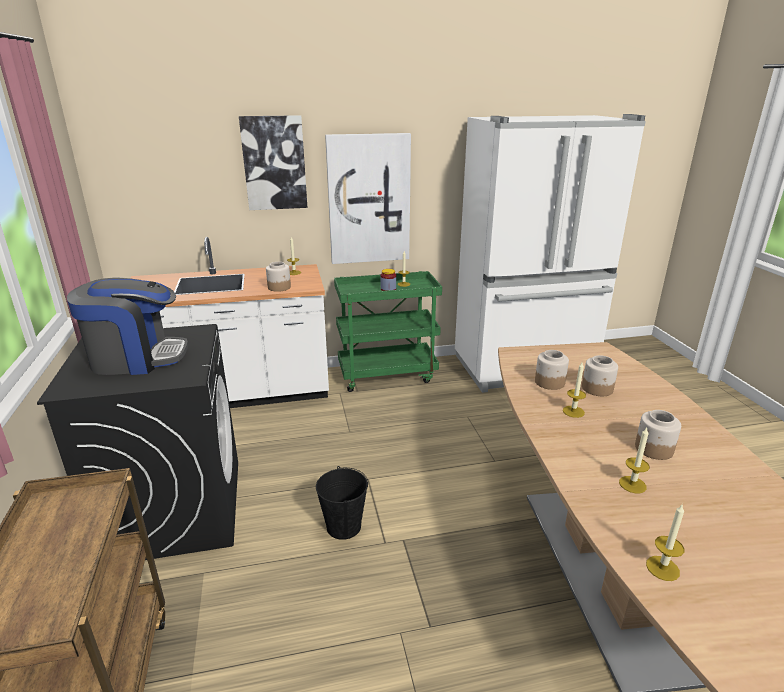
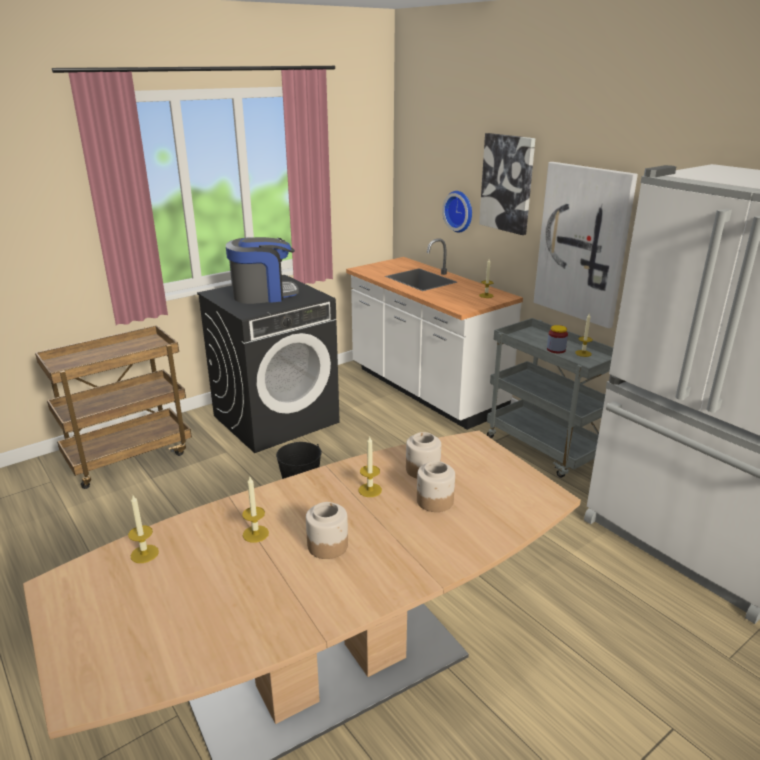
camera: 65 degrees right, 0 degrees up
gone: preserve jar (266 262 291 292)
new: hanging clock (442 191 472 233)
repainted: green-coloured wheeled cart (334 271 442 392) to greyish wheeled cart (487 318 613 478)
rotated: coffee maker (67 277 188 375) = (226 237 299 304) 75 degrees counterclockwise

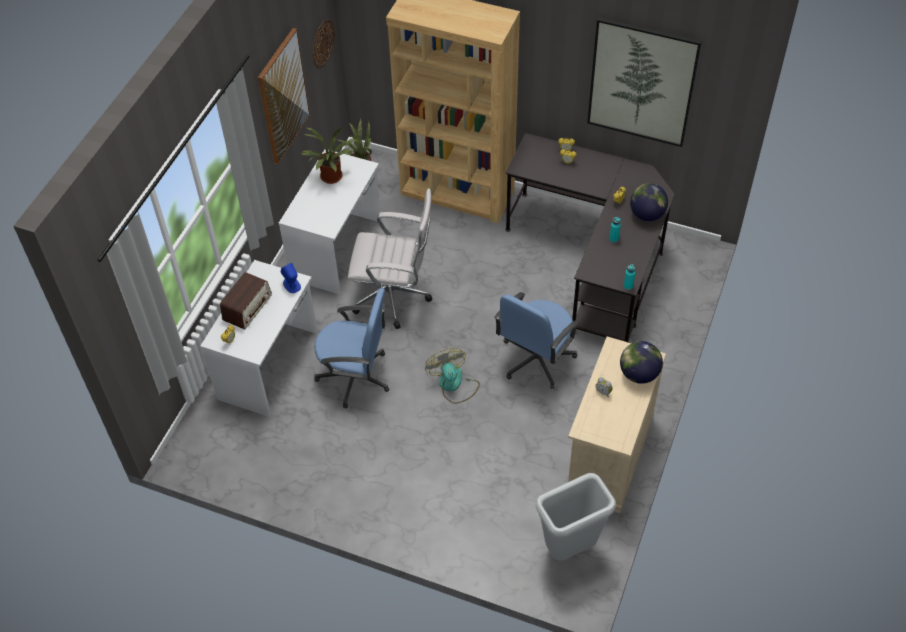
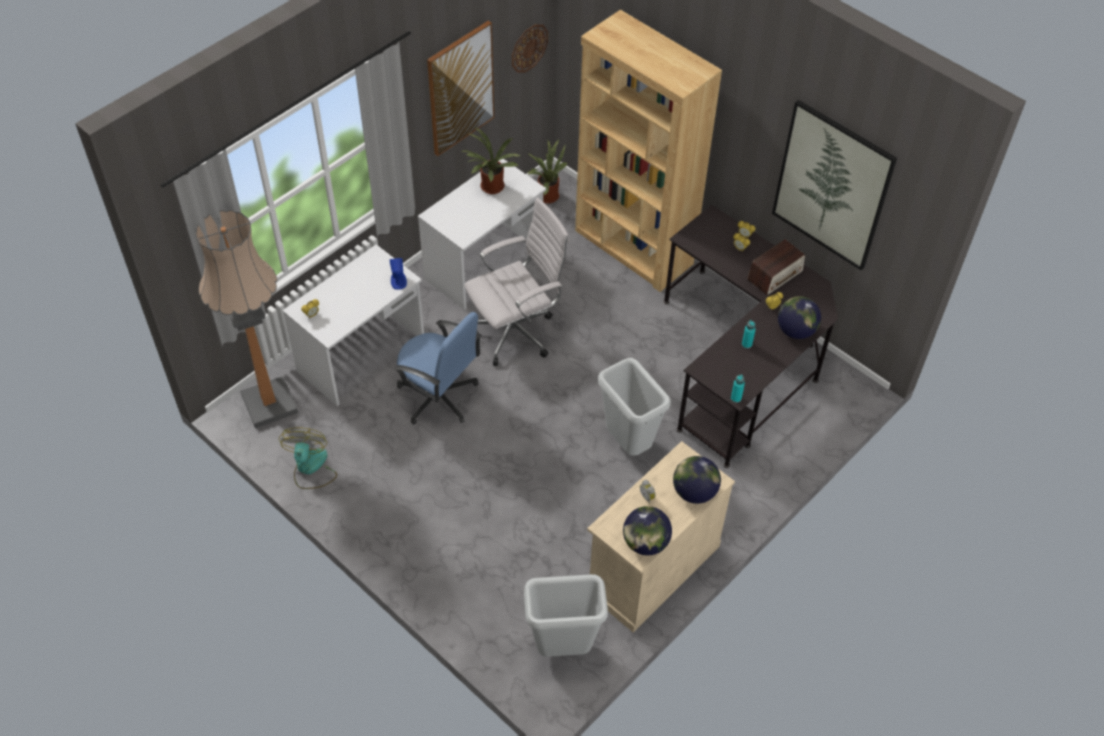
camera: 20 degrees right, 0 degrees up
new: standard lamp (195 210 298 428); desk globe (623 506 672 555)
shifted: electric fan (425 348 480 404) to (279 428 337 489); radio receiver (220 272 272 330) to (747 239 805 295)
swapped: blue-coloured computer chair (494 292 580 389) to greyish waste bin (598 358 671 456)
rotated: white-coloured computer chair (348 189 432 329) = (464 197 569 366) 60 degrees counterclockwise

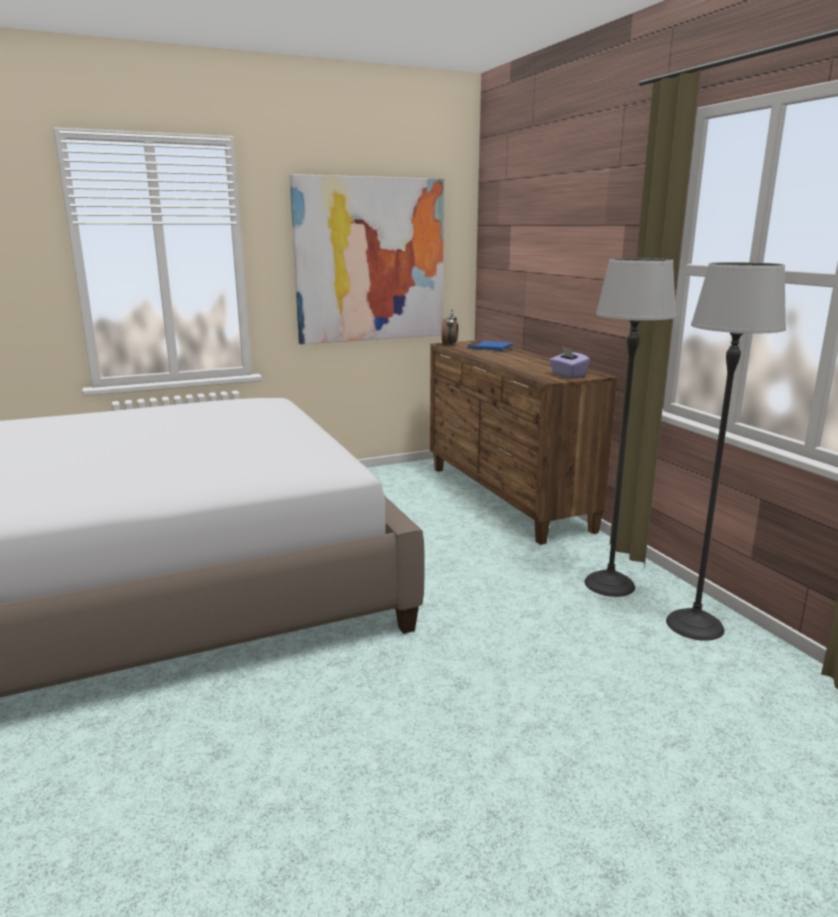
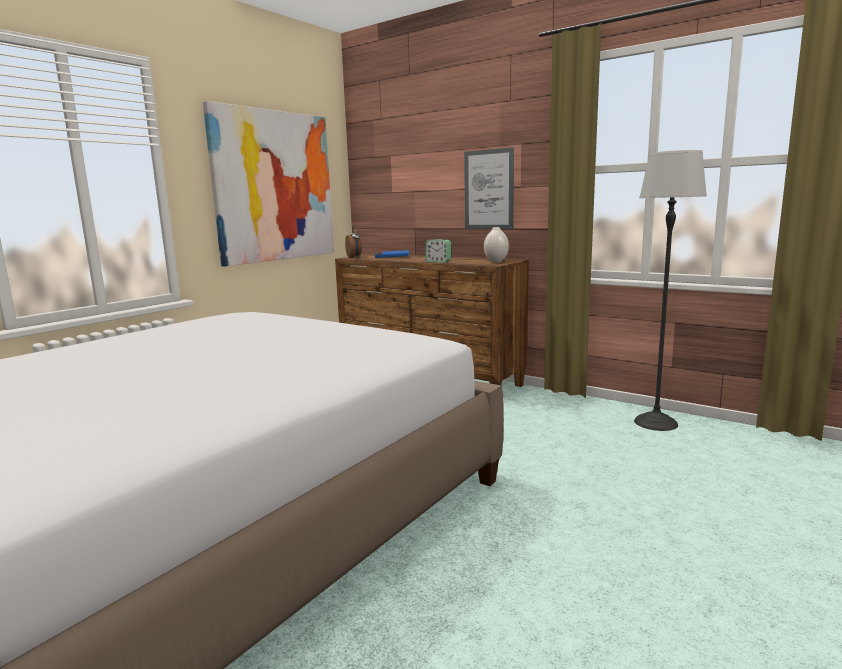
camera: 30 degrees left, 5 degrees down
gone: standard lamp (585 258 676 597)
new: alarm clock (425 239 451 262); wall art (464 147 514 229)
swapped: purple box of tissues (549 346 590 378) to white-coloured decorative vase (484 227 509 262)

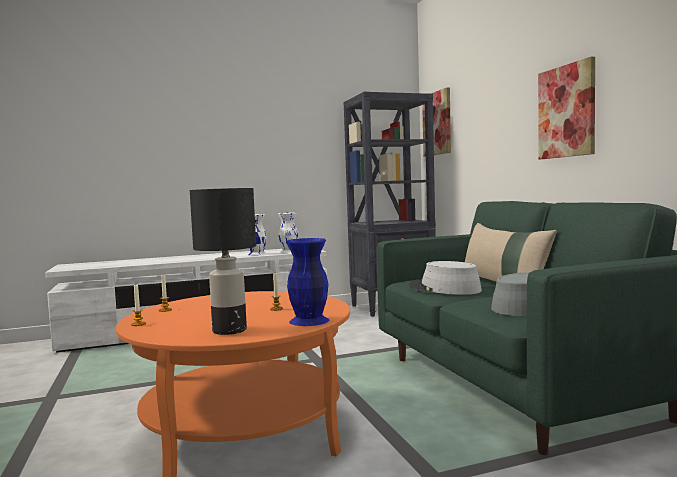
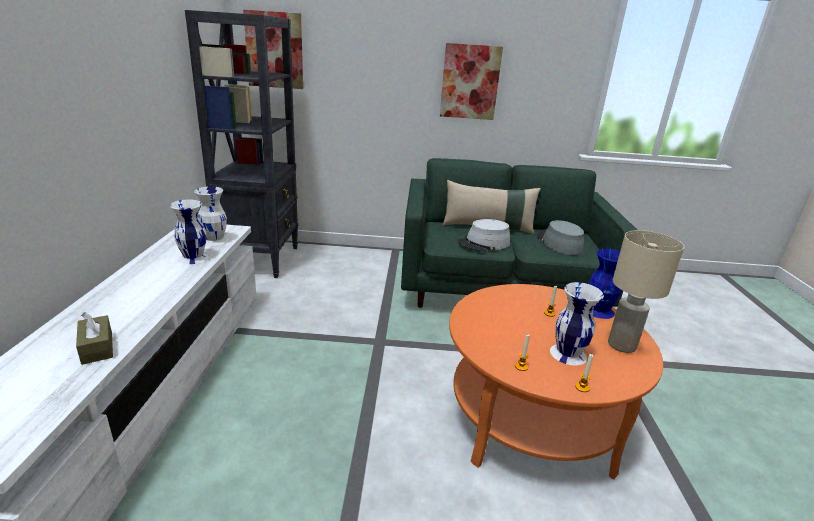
camera: 70 degrees left, 20 degrees up
new: brown box of tissues (76 312 113 365); white-coloured decorative vase (550 282 604 365)
repainted: blackish tabletop lamp (190 188 256 335) to sand-coloured tabletop lamp (608 230 684 353)

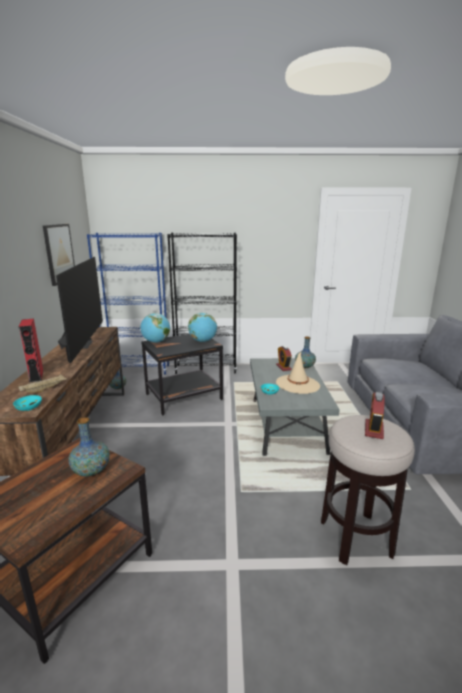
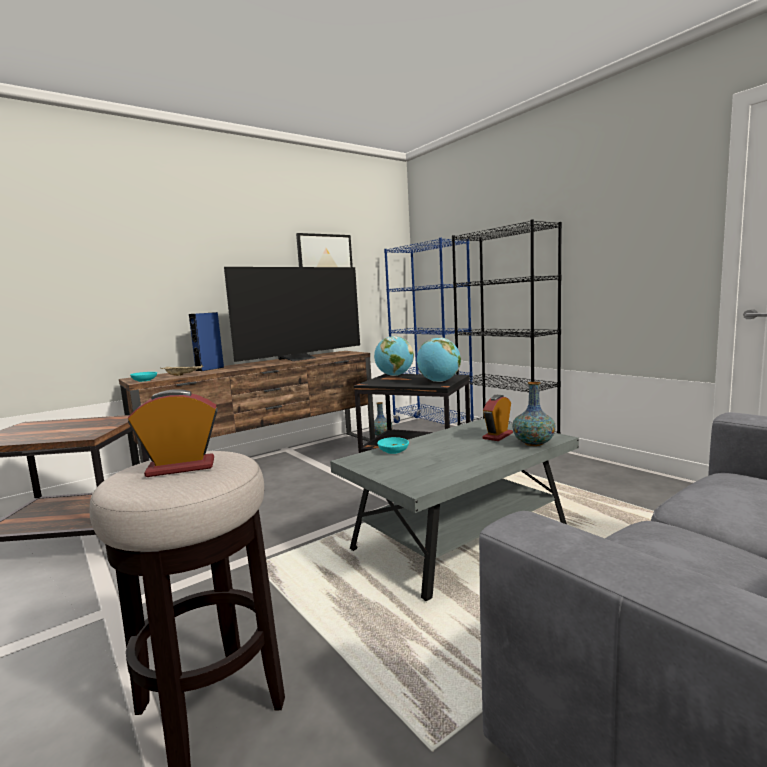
camera: 55 degrees right, 10 degrees down
gone: decorative vase (68 417 110 476); sand-coloured clothing hat (276 352 320 394)
repainted: red-coloured loudspeaker (19 319 43 383) to blue-coloured loudspeaker (189 312 225 372)

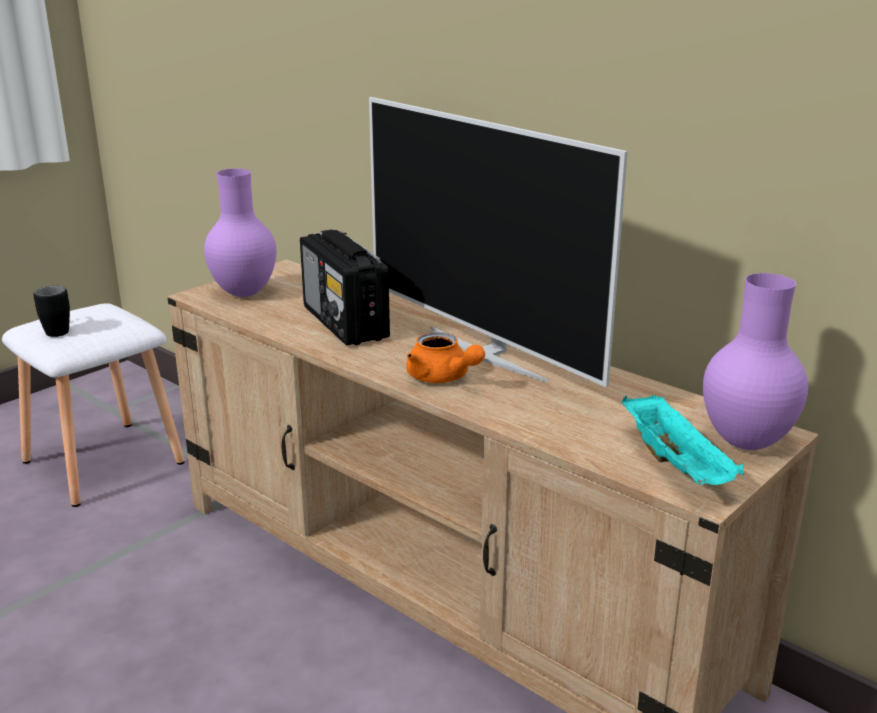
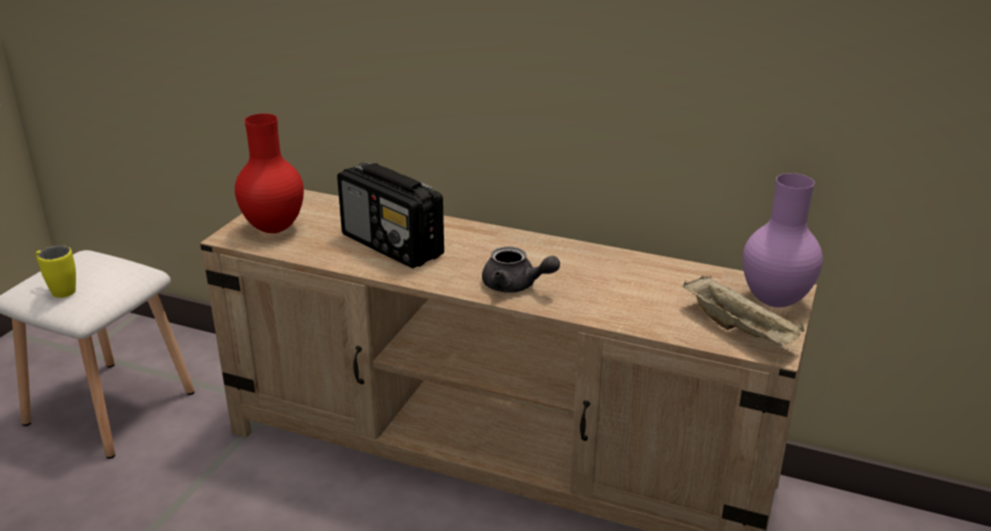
camera: 20 degrees left, 5 degrees up
gone: TV set (369 97 628 387)
repainted: blackish coffee mug (34 286 70 337) to yellow coffee mug (36 245 76 298); purple decorative vase (204 169 276 297) to red-coloured decorative vase (235 113 304 233); orangey teapot (406 332 485 383) to greyish teapot (482 247 560 292); turquoise carrying tray (621 395 744 485) to sand-coloured carrying tray (683 276 804 345)

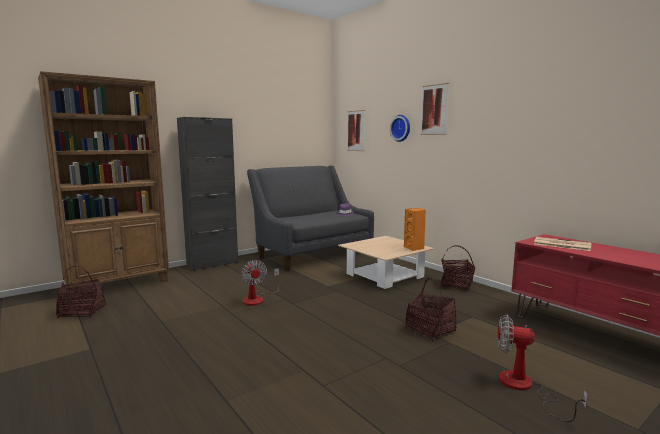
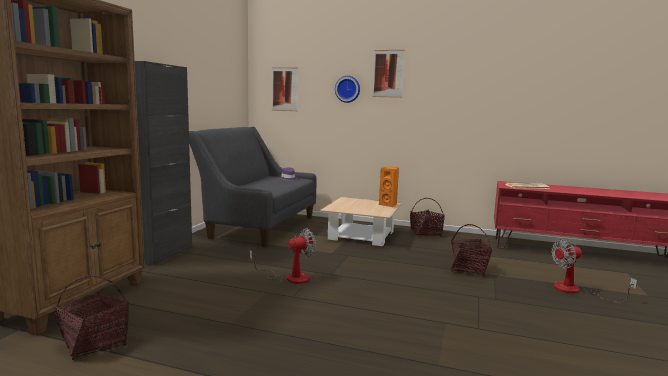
camera: 35 degrees left, 0 degrees up
rotated: electric fan (241 260 279 306) = (249 228 316 284) 60 degrees counterclockwise

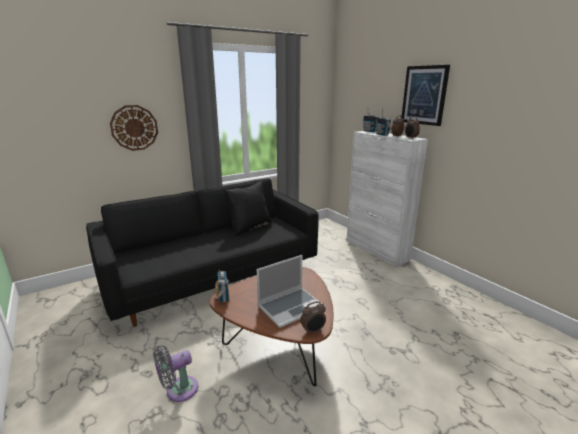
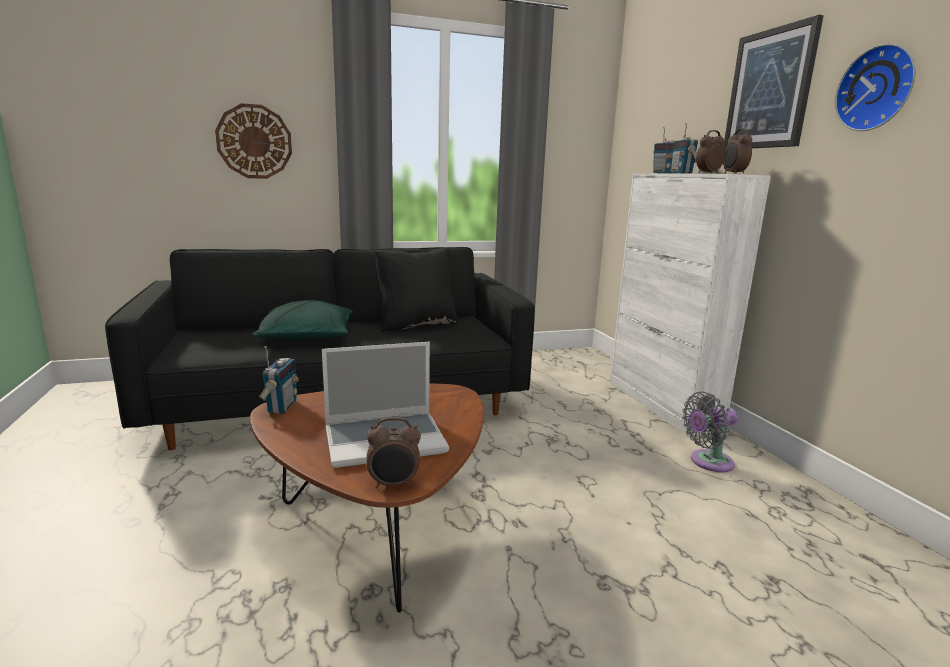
camera: 15 degrees right, 5 degrees down
new: green-coloured throw pillow (252 300 353 339); hanging clock (835 43 916 131)
shifted: greyish electric fan (153 345 198 402) to (682 392 738 473)

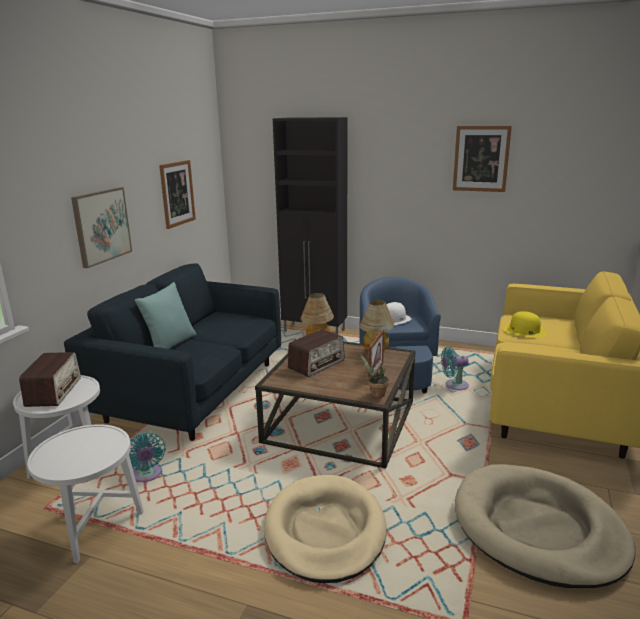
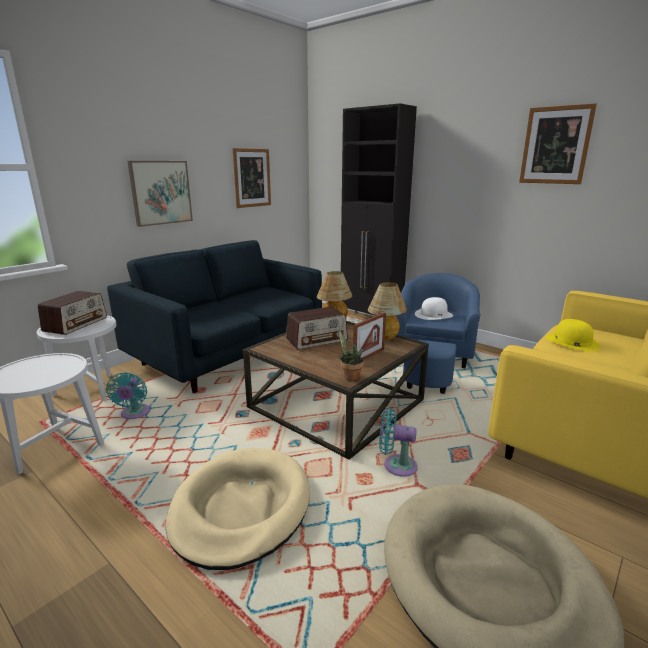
camera: 20 degrees right, 0 degrees up
gone: turquoise throw pillow (135 282 196 349)
shifted: turquoise electric fan (441 347 469 390) to (379 408 418 477)

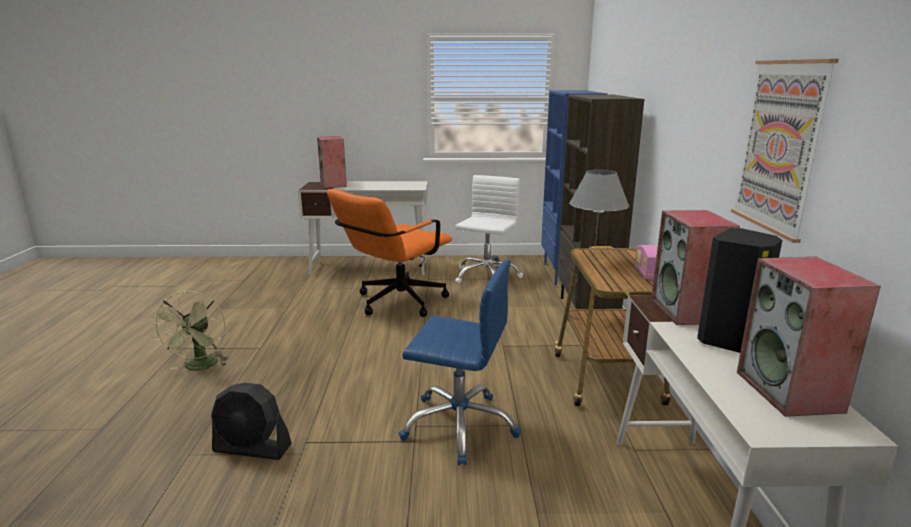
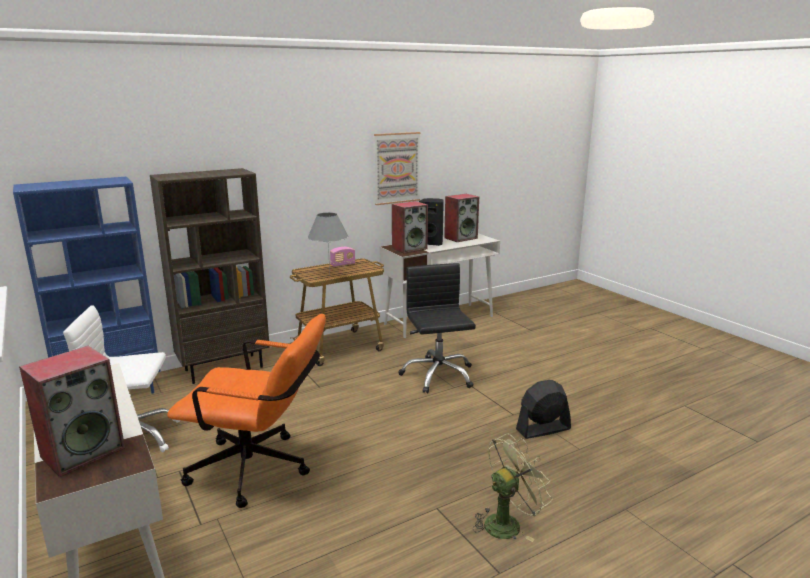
camera: 120 degrees left, 0 degrees up
repainted: blue-coloured computer chair (398 259 521 465) to blackish computer chair (398 263 476 393)
rotated: blackish electric fan (211 383 292 460) = (516 380 571 439) 90 degrees counterclockwise

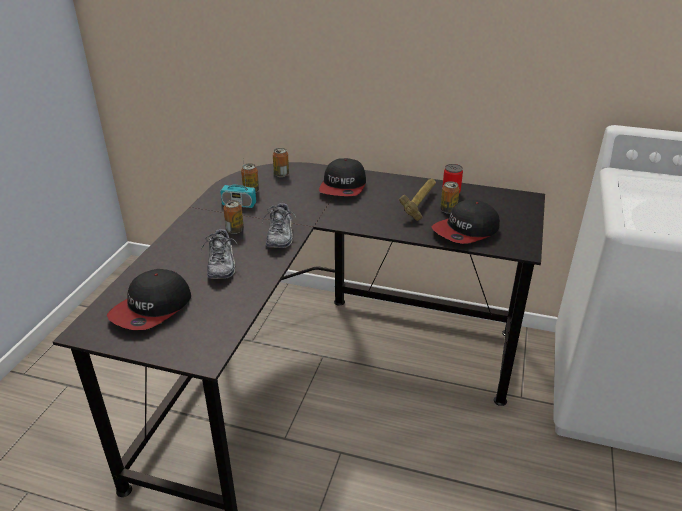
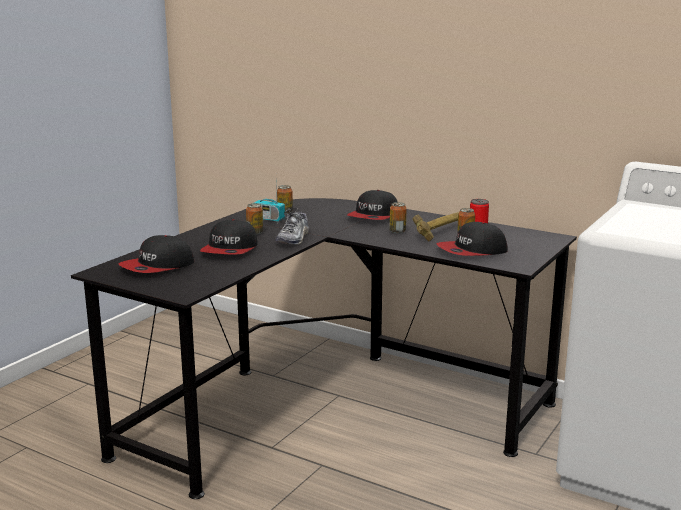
camera: 15 degrees right, 15 degrees down
shifted: can (273 148 289 177) to (389 202 407 234)
swapped: item of footwear (201 227 238 279) to peaked cap (200 219 257 255)

